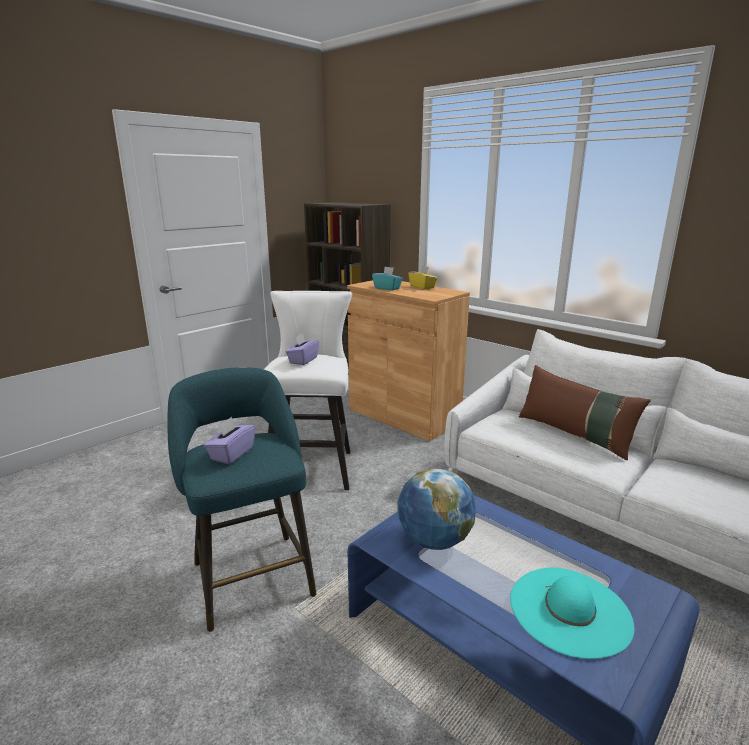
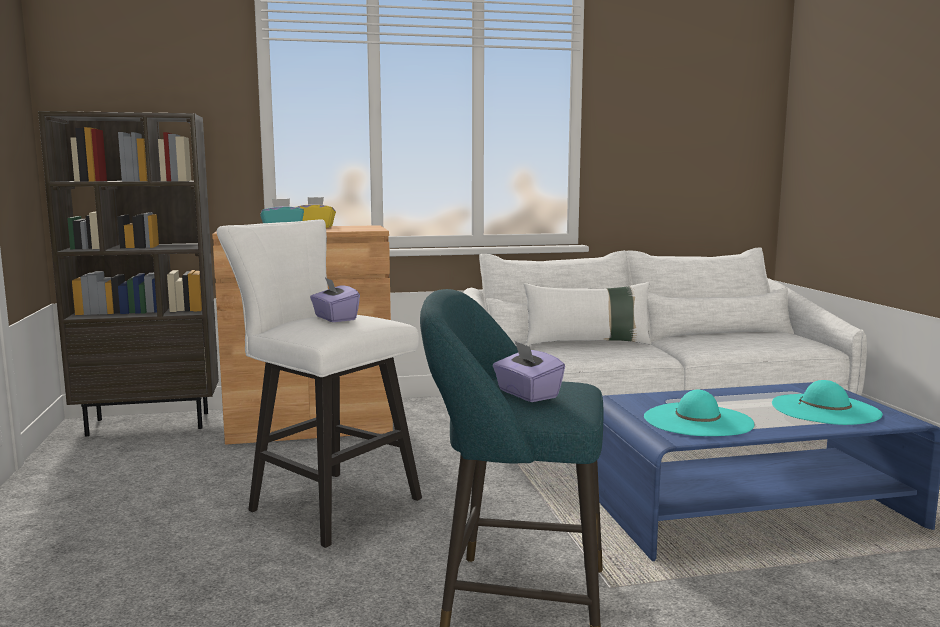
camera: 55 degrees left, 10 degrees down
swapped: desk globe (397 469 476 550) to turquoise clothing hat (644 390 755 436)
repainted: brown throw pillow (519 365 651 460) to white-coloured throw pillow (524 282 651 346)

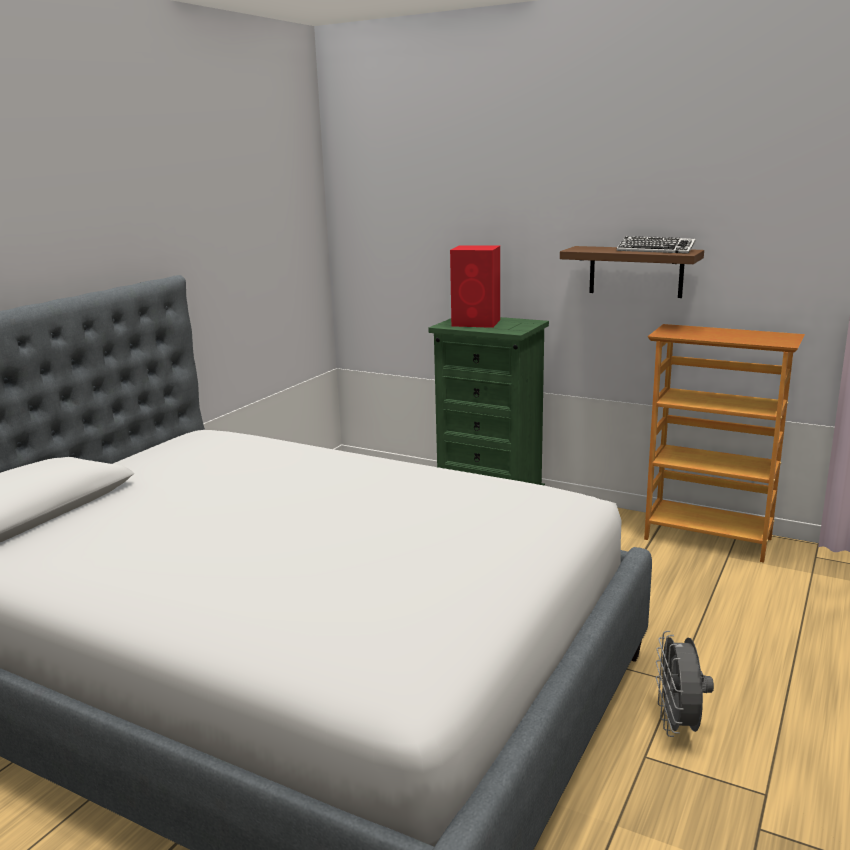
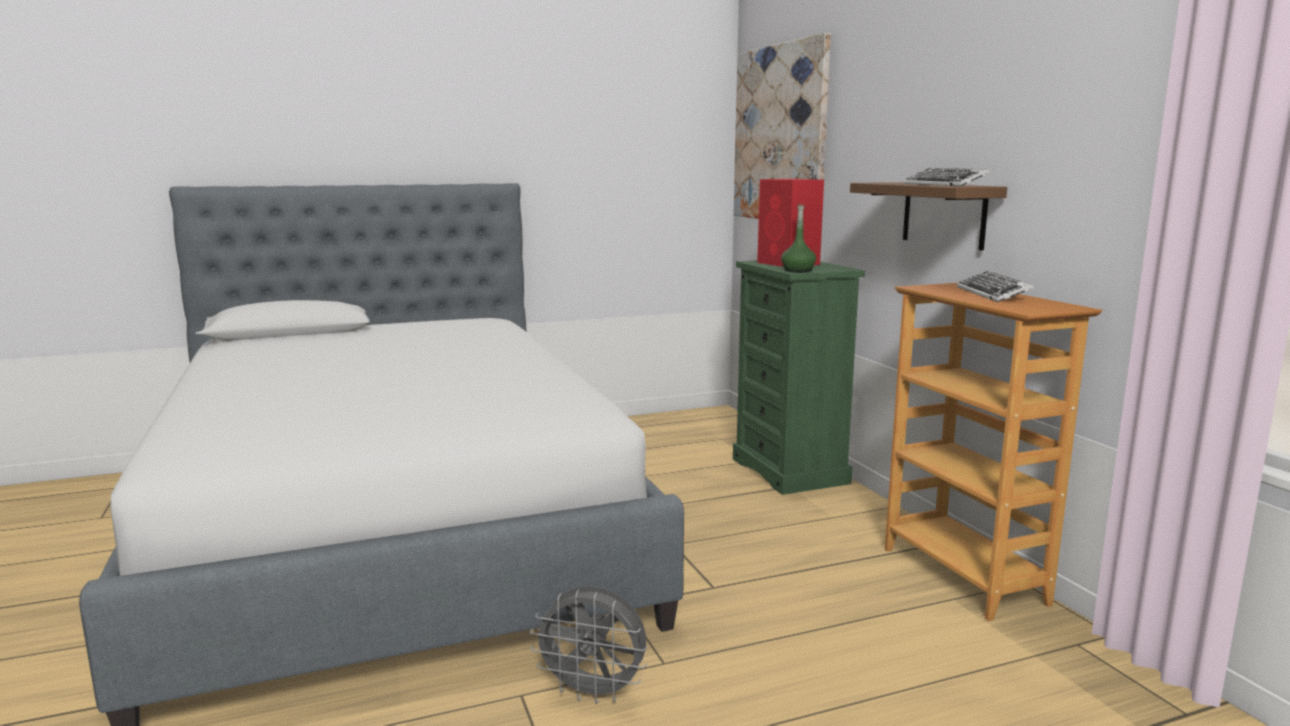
camera: 40 degrees right, 5 degrees down
new: wall art (734 33 831 219); green-coloured beverage bottle (781 204 816 272); PC keyboard (957 271 1034 302)
rotated: greyish electric fan (656 631 714 737) = (530 586 647 704) 120 degrees counterclockwise

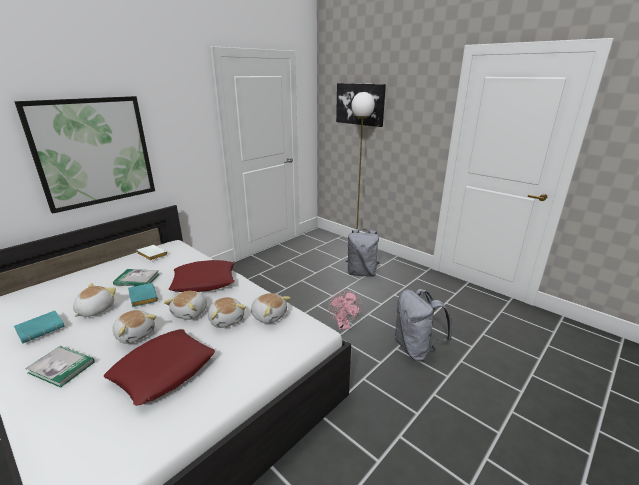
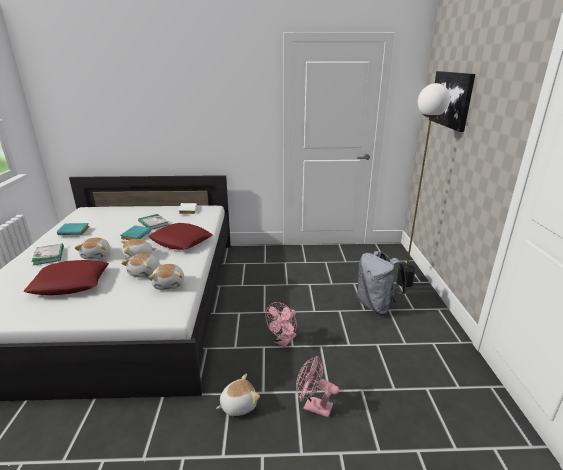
camera: 45 degrees right, 0 degrees up
gone: wall art (14 96 155 214)
shifted: soft toy (73 283 116 317) to (216 373 260 416)
swapped: greyish rucksack (395 289 452 361) to pink electric fan (296 356 339 417)

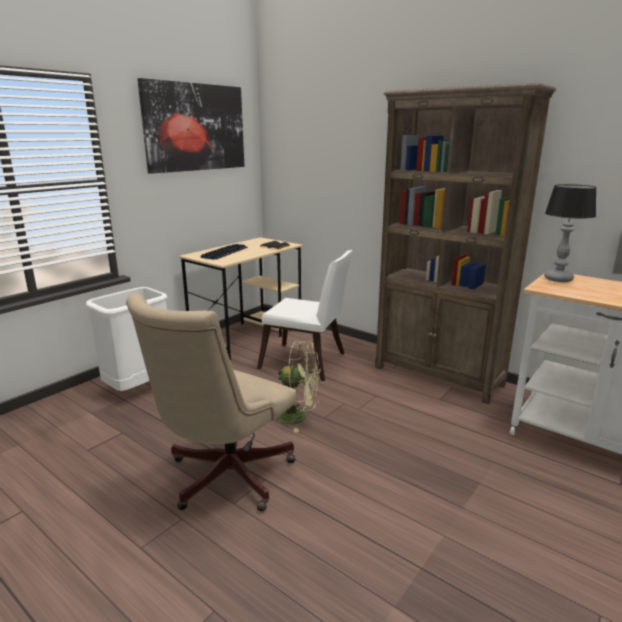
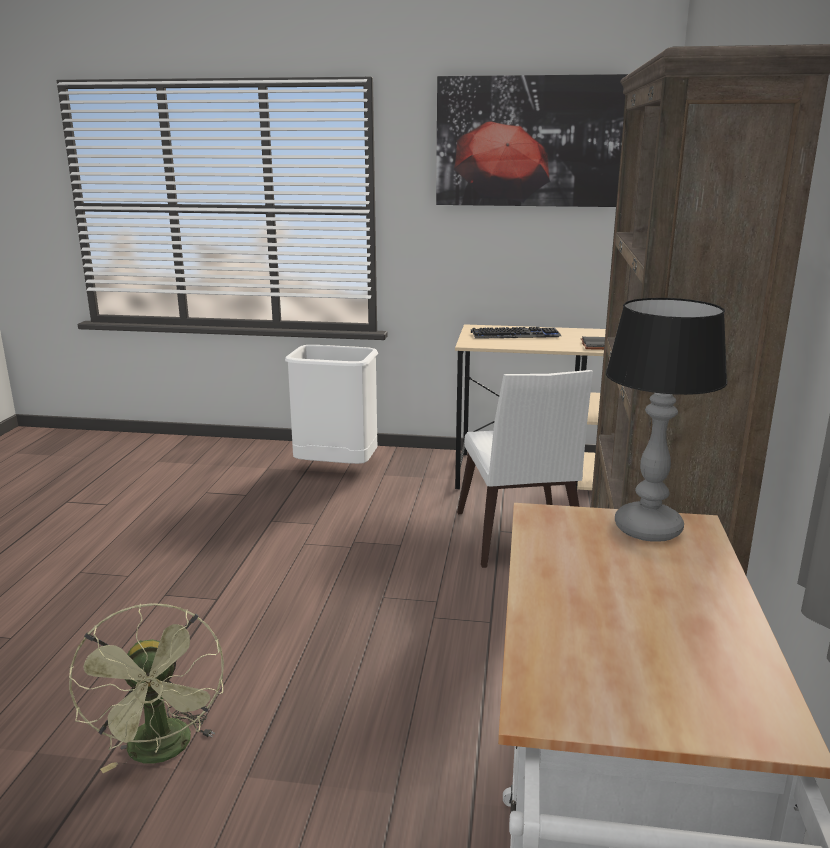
camera: 60 degrees right, 0 degrees up
gone: sand-coloured computer chair (126 293 297 511)
shifted: green-coloured electric fan (276 341 321 432) to (69 603 224 773)

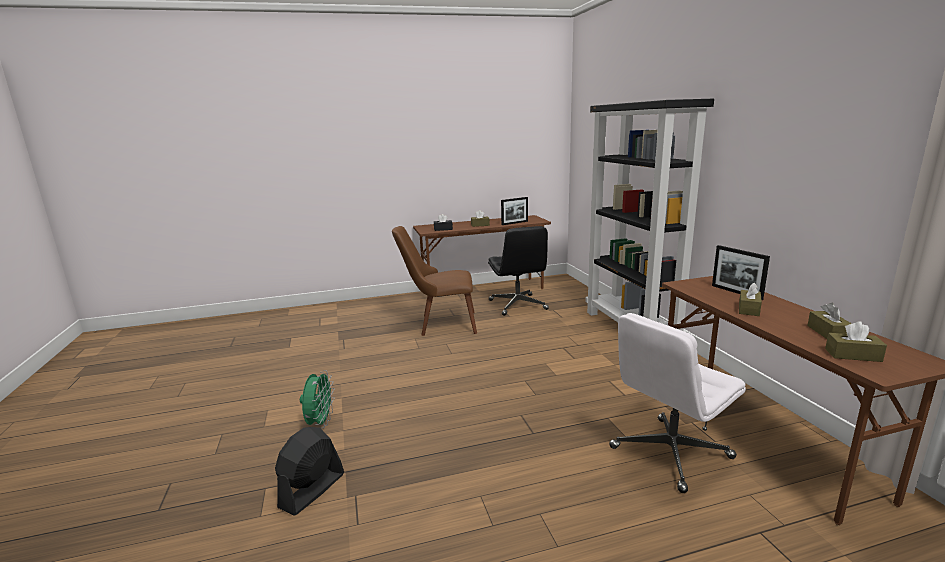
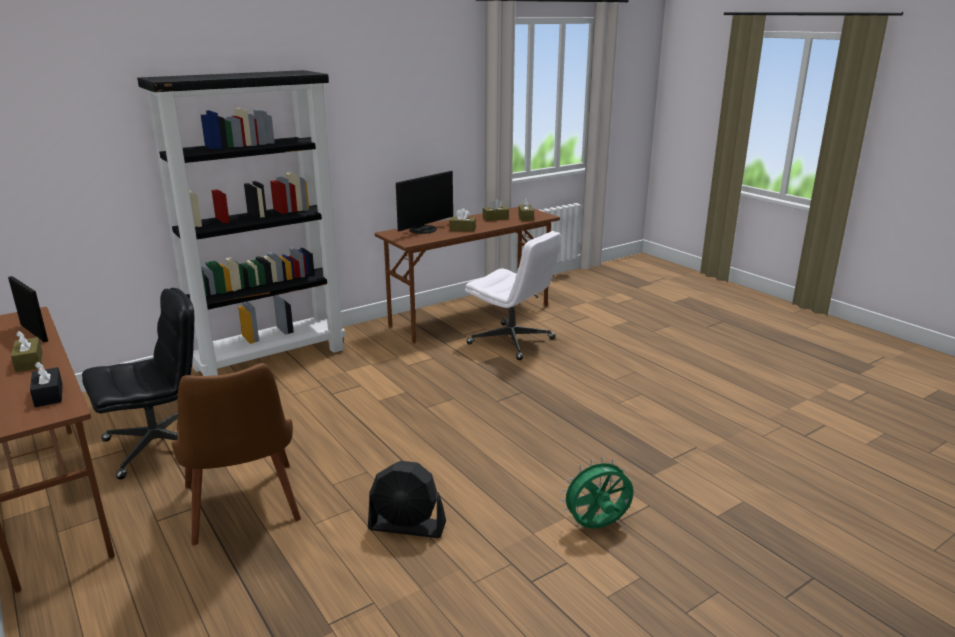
camera: 110 degrees left, 5 degrees up
shifted: blackish electric fan (275 427 344 516) to (368 461 446 538)
swapped: picture frame (712 245 770 300) to monitor (396 171 453 234)

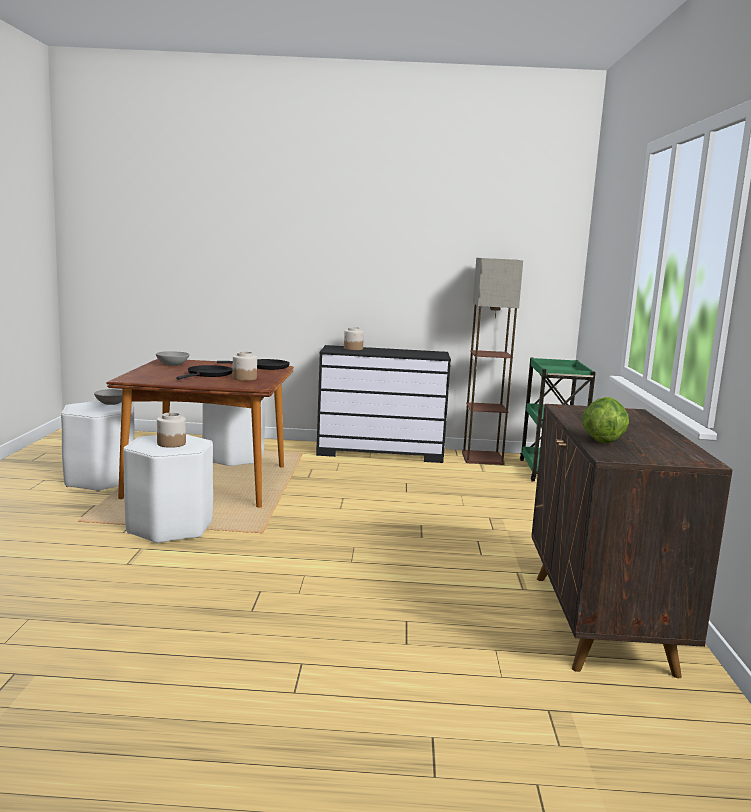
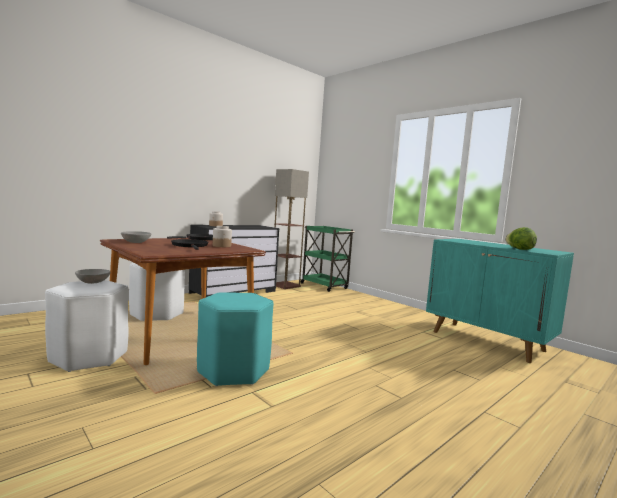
camera: 45 degrees left, 5 degrees down
gone: preserve jar (157 412 186 448)
repainted: white-coloured sitting stool (123 434 213 543) to turquoise sitting stool (197 292 274 386); brown cupboard (531 404 733 678) to turquoise cupboard (426 239 574 363)

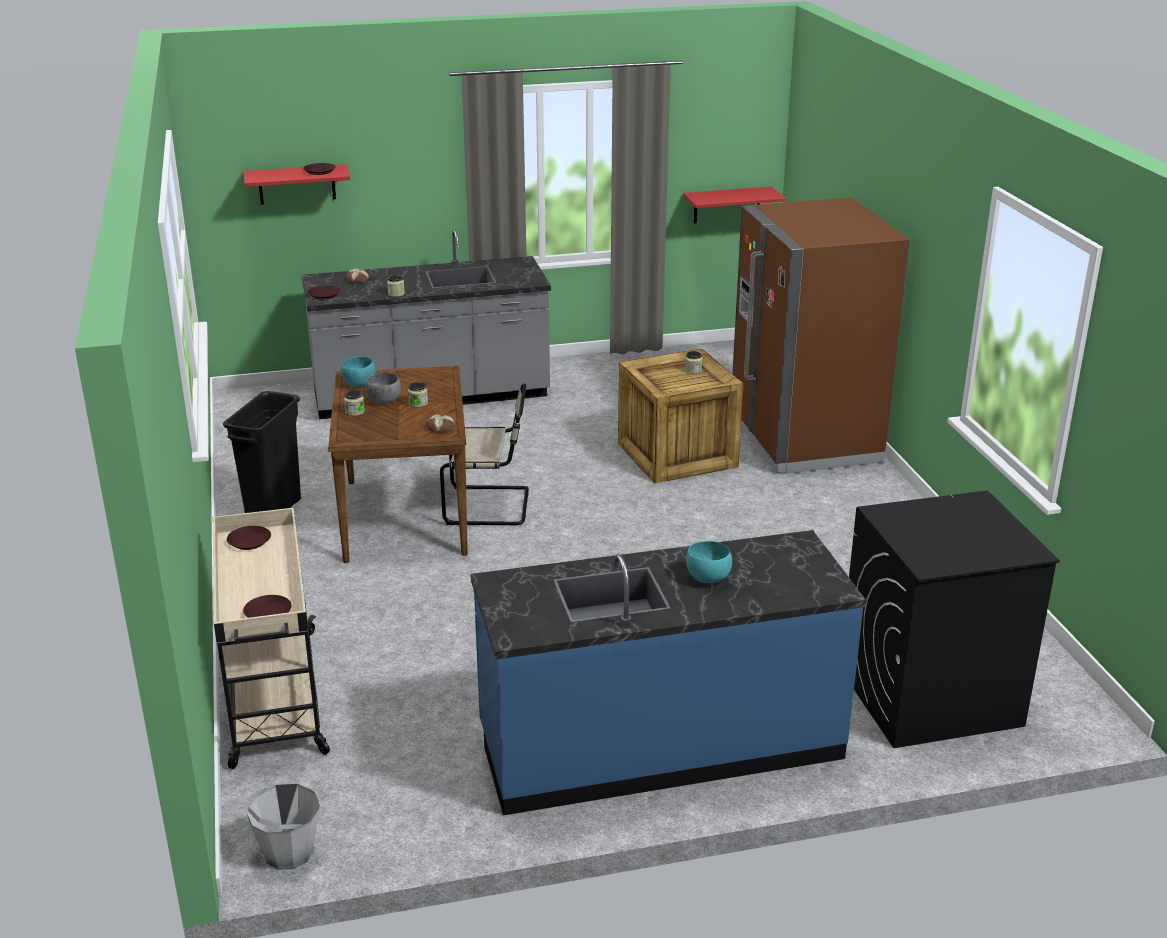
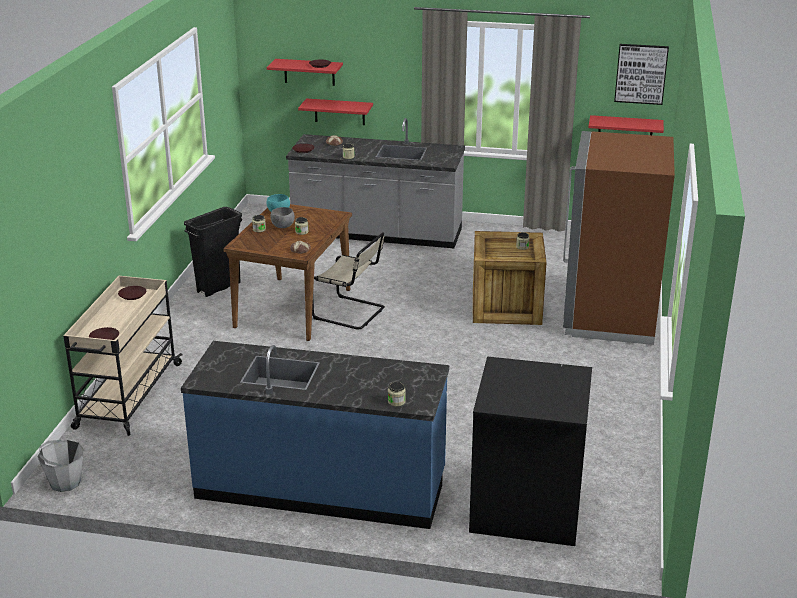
camera: 25 degrees right, 0 degrees up
gone: turquoise deep dish (686 541 732 583)
new: red-coloured bracket shelf (298 98 373 125); preserve jar (388 382 406 406); wall art (614 44 669 105)

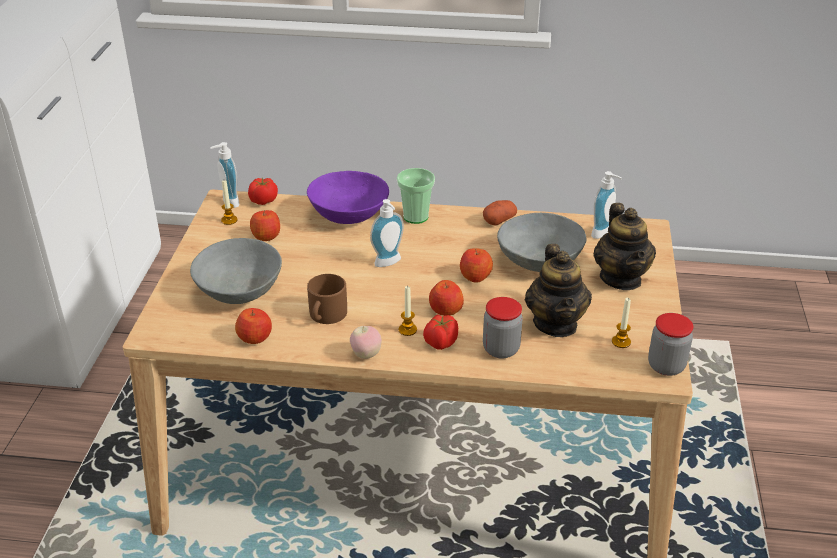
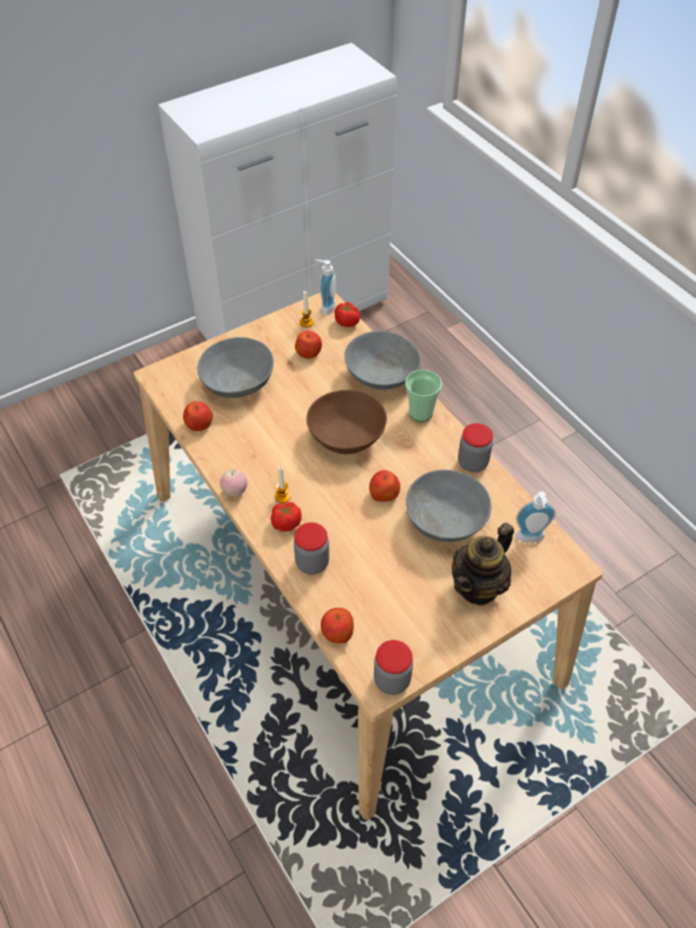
camera: 50 degrees right, 15 degrees up
gone: brown coffee mug (307 274 347 324); teapot (525 244 592 337); wax light (612 298 631 348)
shifted: apple fruit (429 280 464 316) to (321 608 354 643)
swapped: soap dispenser (370 199 404 267) to brown deep dish (306 390 387 454); potato (483 200 517 226) to preserve jar (458 423 493 473)
repainted: purple deep dish (307 171 389 224) to greyish deep dish (344 331 421 390)

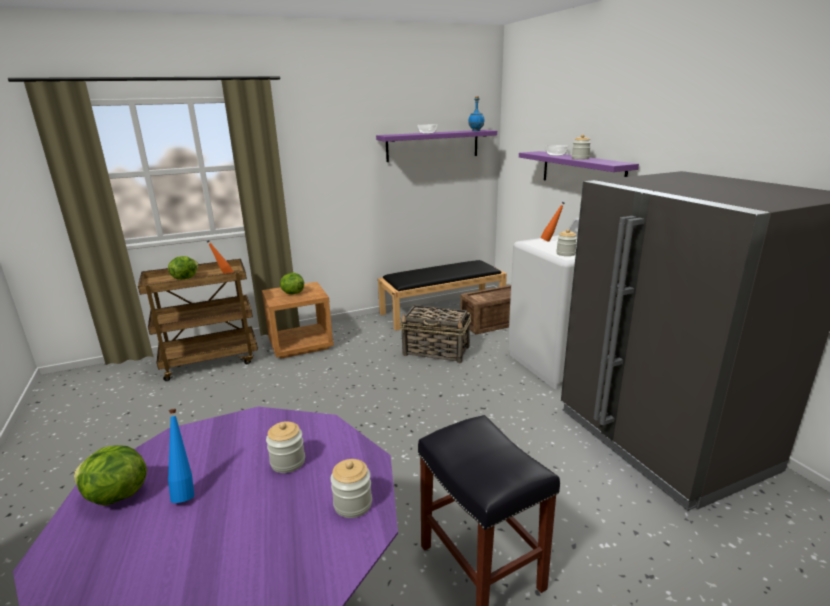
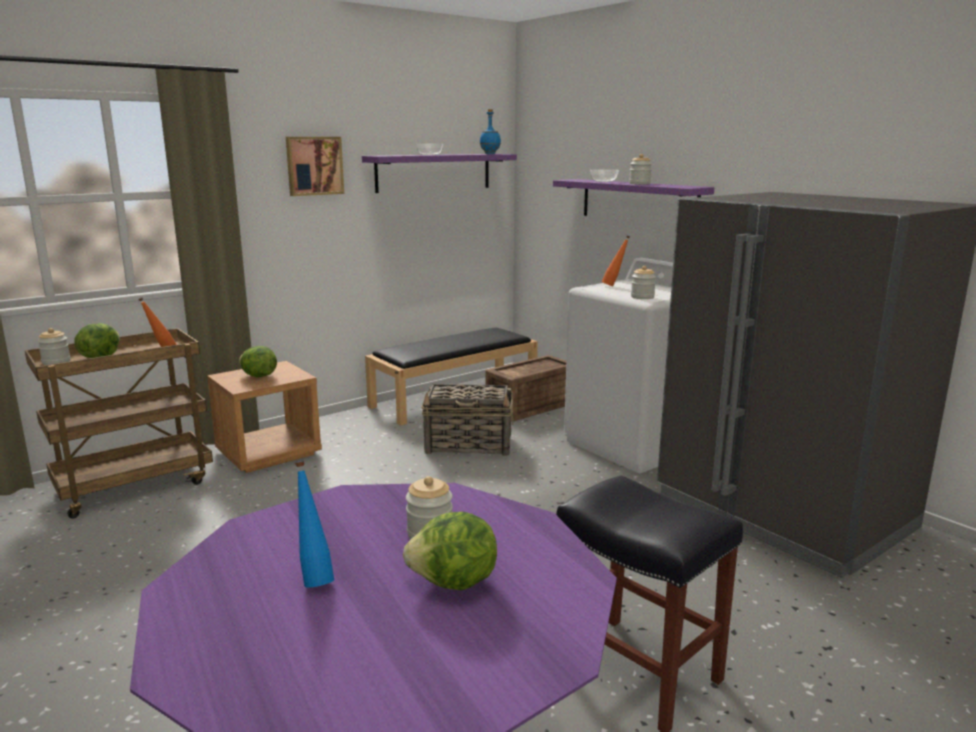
camera: 15 degrees left, 5 degrees down
new: wall art (286 137 344 196)
shifted: preserve jar (330 459 372 518) to (38 328 71 365); head of lettuce (74 445 147 506) to (403 512 497 591)

